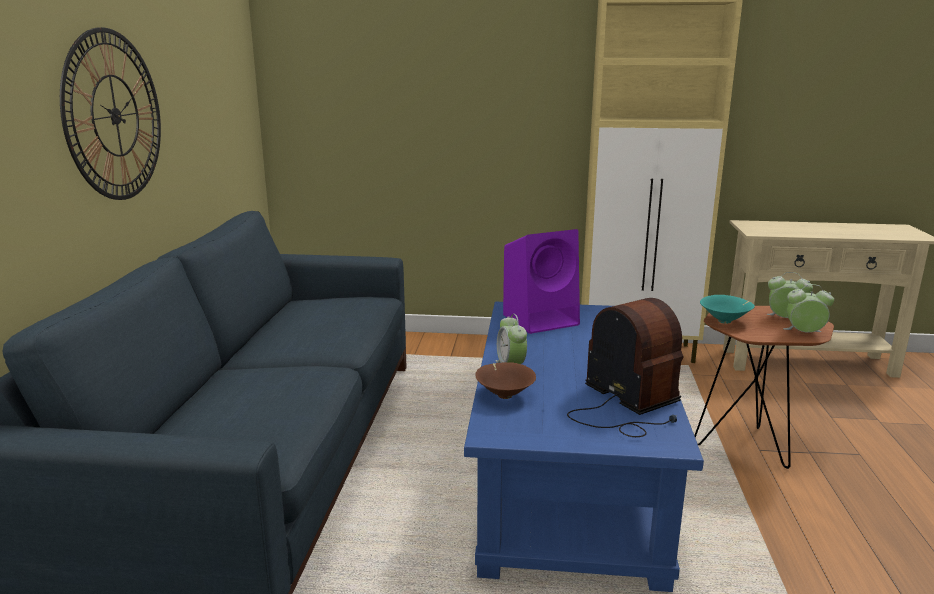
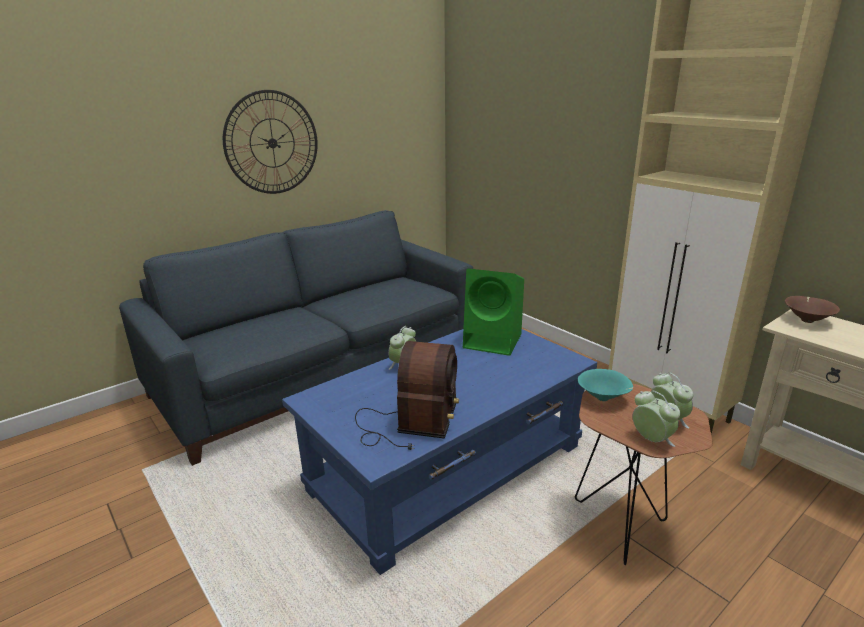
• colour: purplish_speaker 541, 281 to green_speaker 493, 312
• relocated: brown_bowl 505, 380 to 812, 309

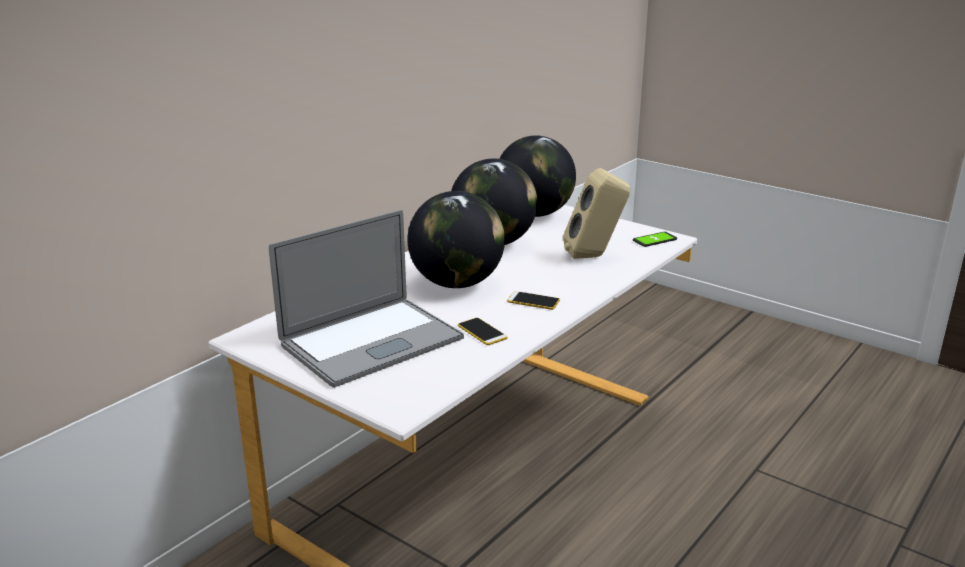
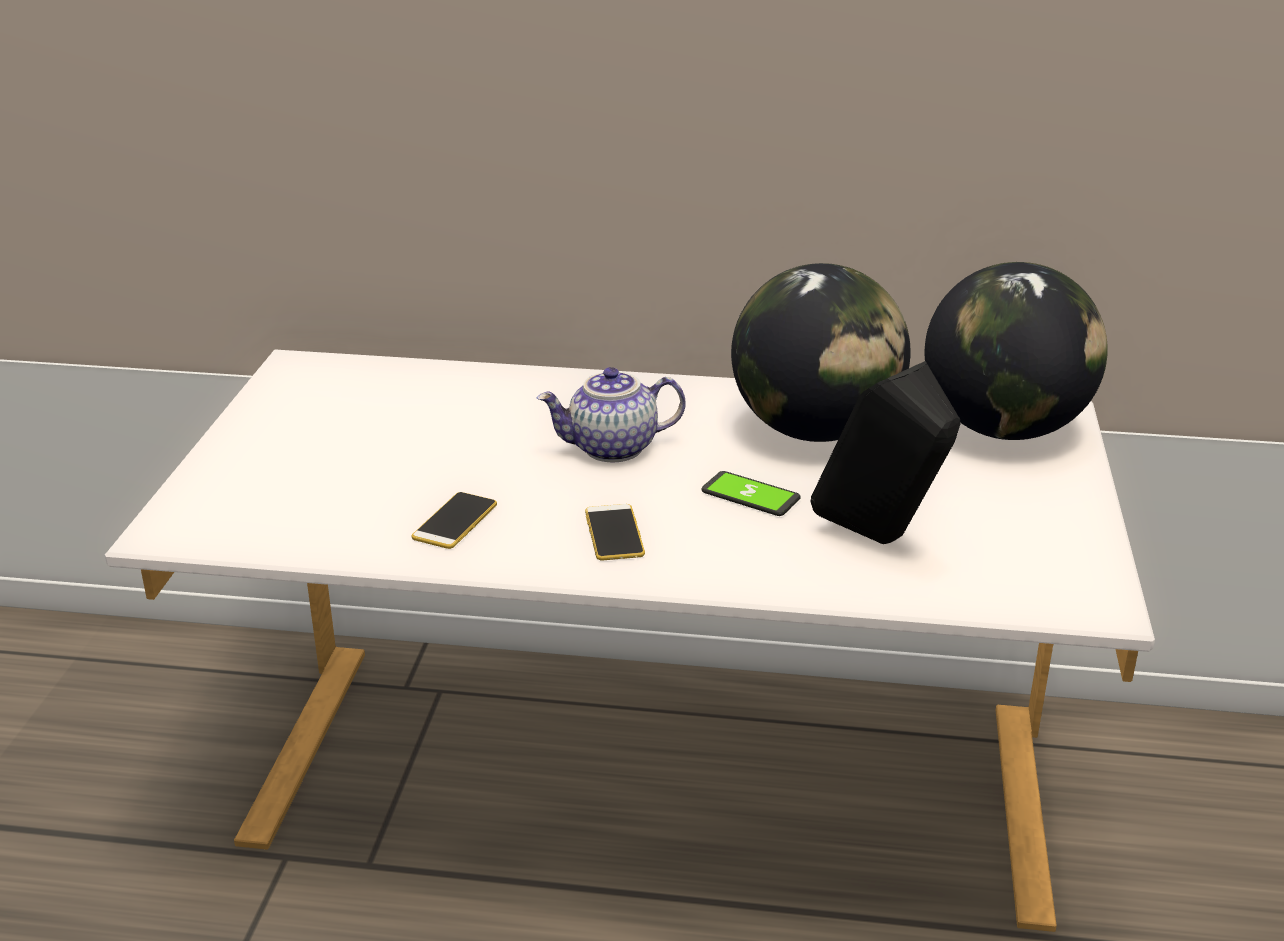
• exchanged: world_globe 456, 239 to tea_pot 611, 414
• relocated: telephone 655, 239 to 751, 493
• colour: beige_speaker 596, 213 to blackish_speaker 885, 452
• missing: notebook_computer 366, 299

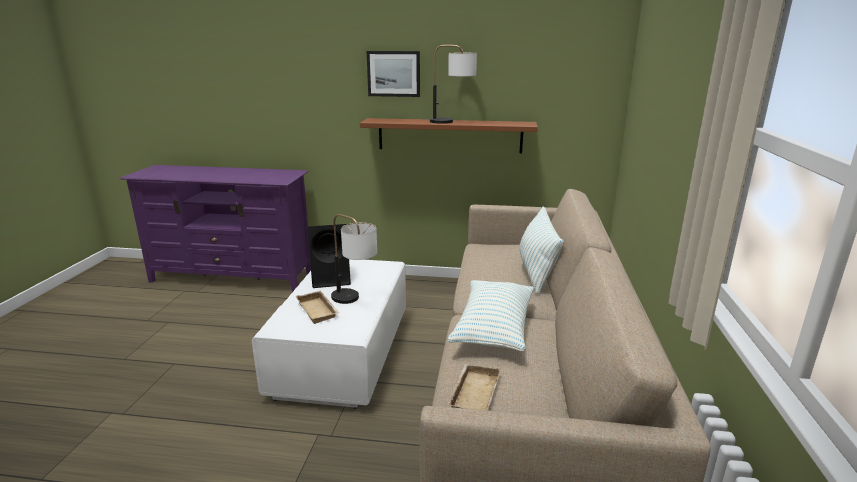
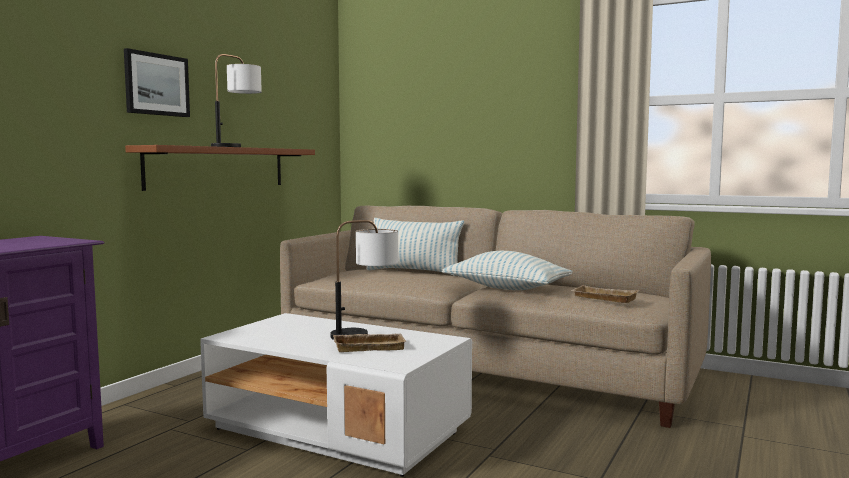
• missing: blackish_speaker 329, 256

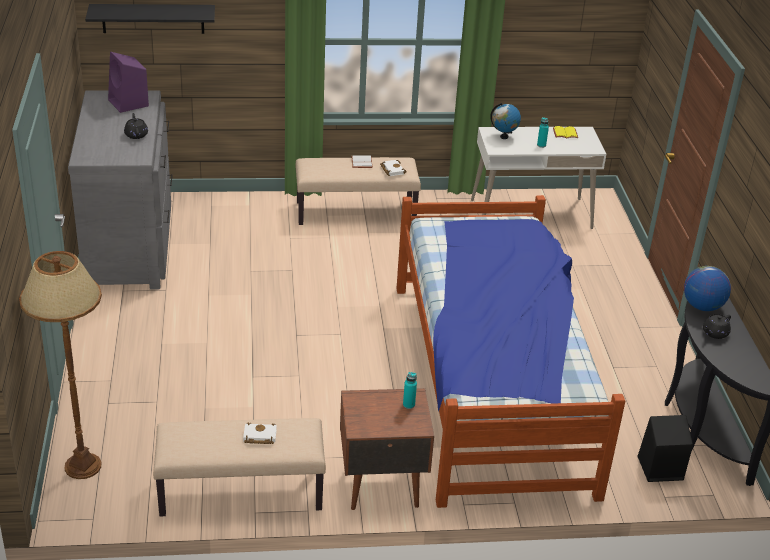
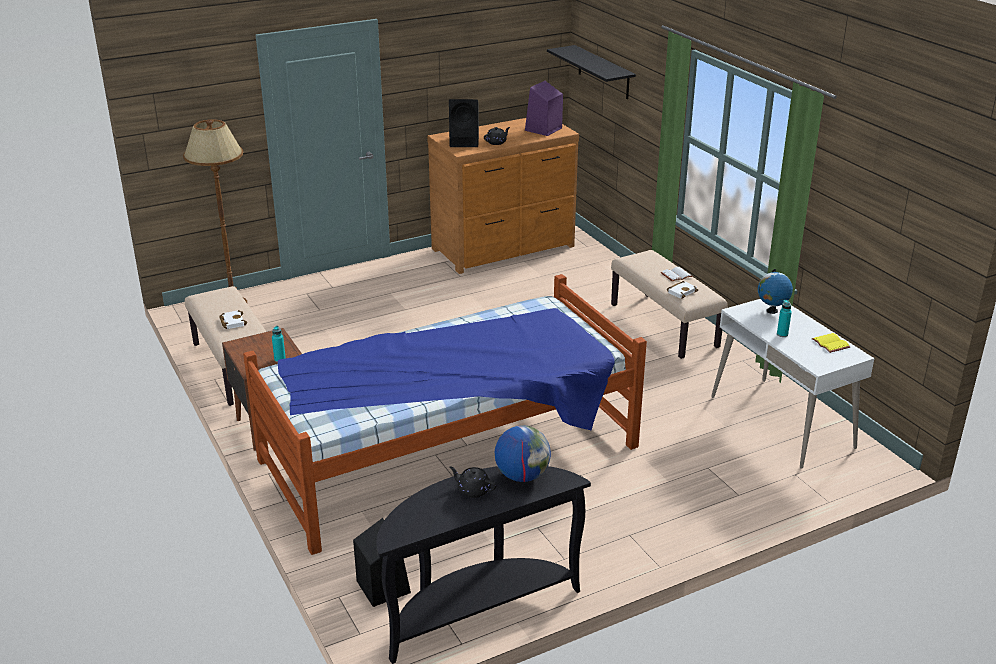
• colour: greyish_dresser 120, 190 to brown_dresser 503, 196
• appeared: blackish_speaker 464, 123

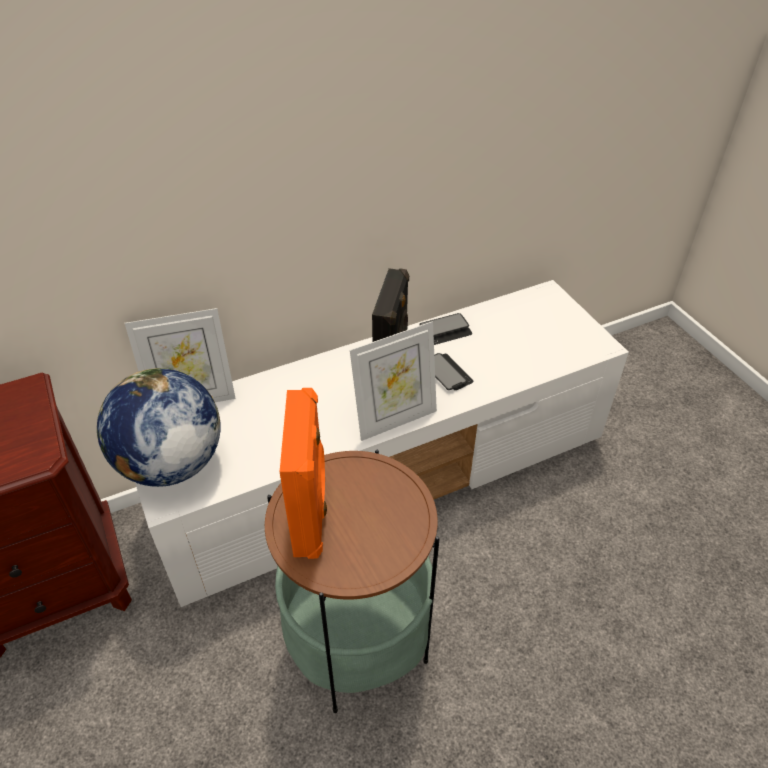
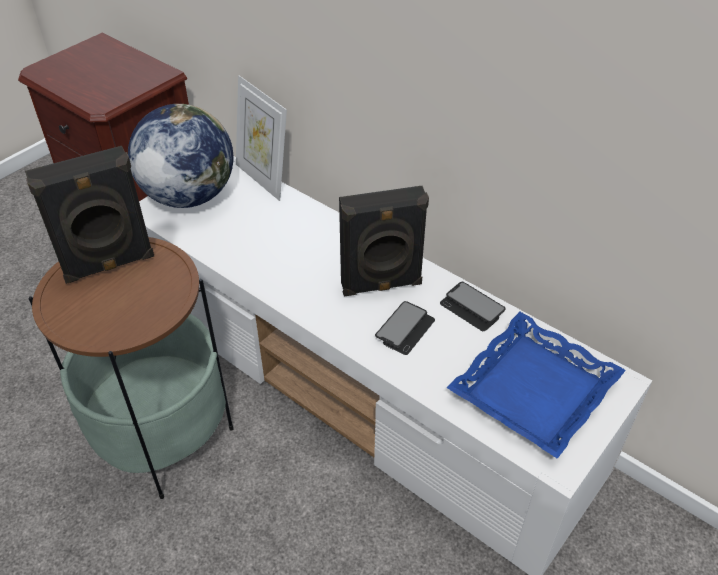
• colour: orange_speaker 303, 473 to blackish_speaker 89, 215
• appeared: blue-coloured_tray 536, 385
• missing: picture_frame 393, 381

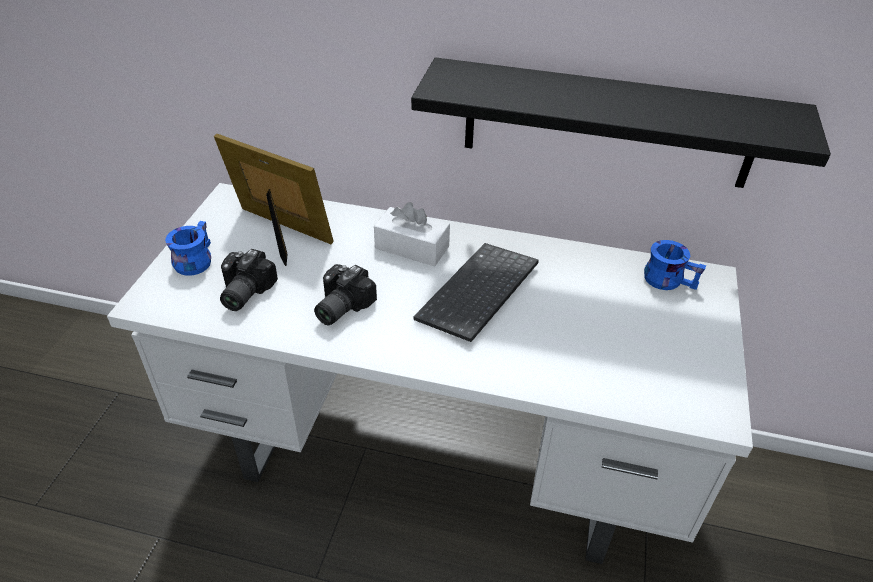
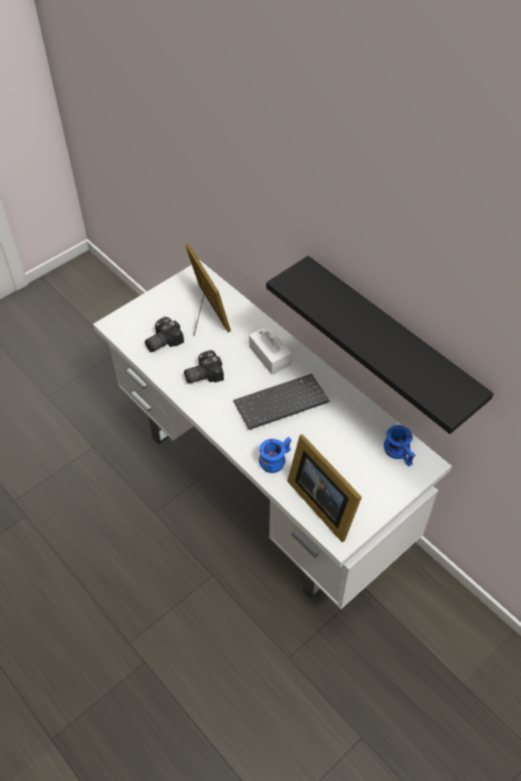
• relocated: blue-coloured_mug 188, 248 to 275, 455
• appeared: picture_frame 324, 488

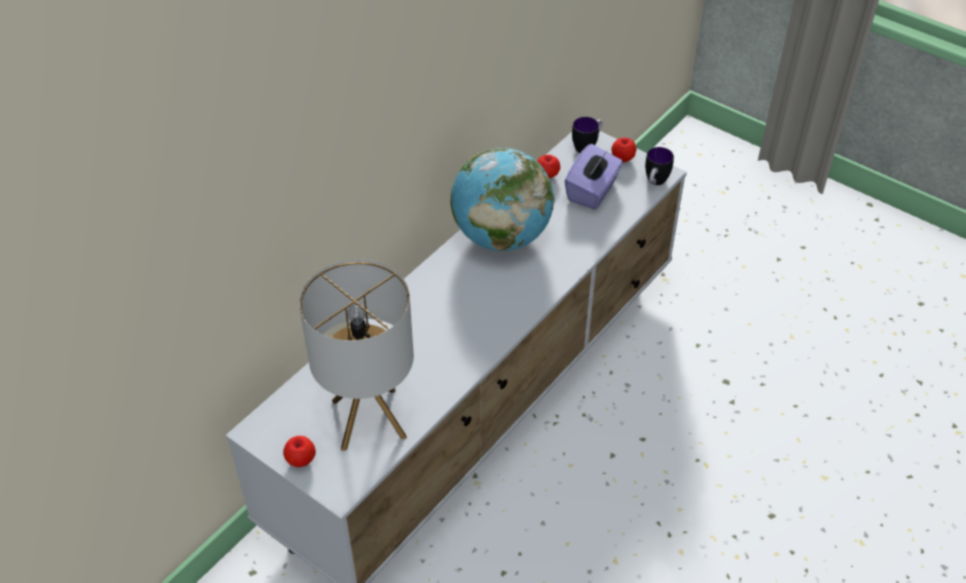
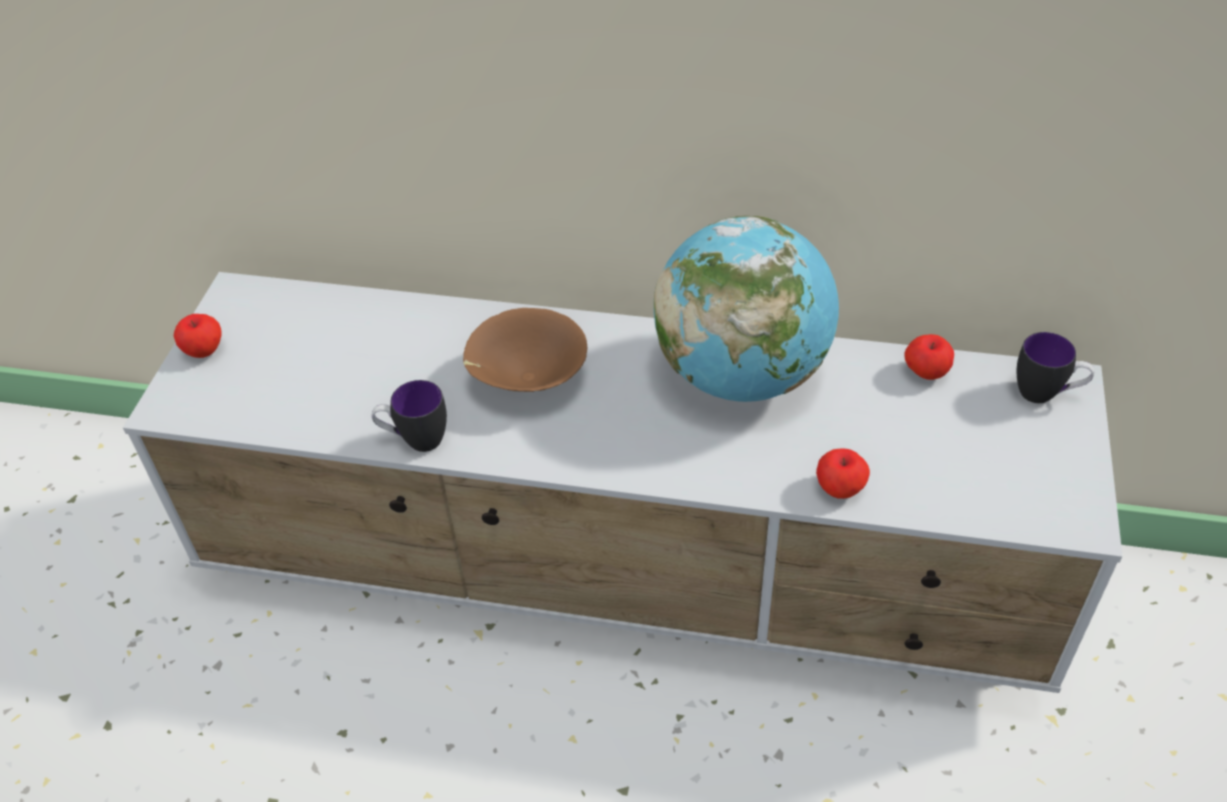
• relocated: mug 659, 166 to 409, 416
• appeared: brown_bowl 525, 350
• relocated: apple_fruit 624, 150 to 843, 473
• missing: table_lamp 356, 355
• missing: purplish_tissue_box 593, 177

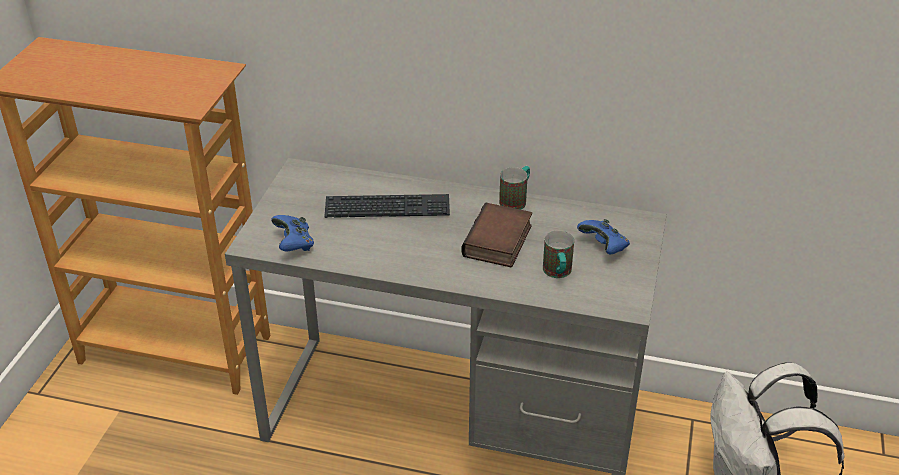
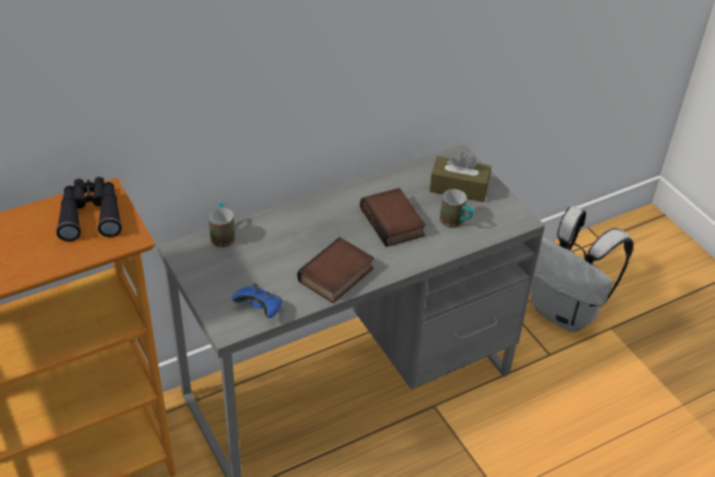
• appeared: blackish_binoculars 89, 209
• relocated: mug 514, 188 to 222, 225
• appeared: book 335, 270
• exchanged: blue-coloured_joypad 603, 236 to brown_tissue_box 460, 177
• missing: PC_keyboard 387, 206

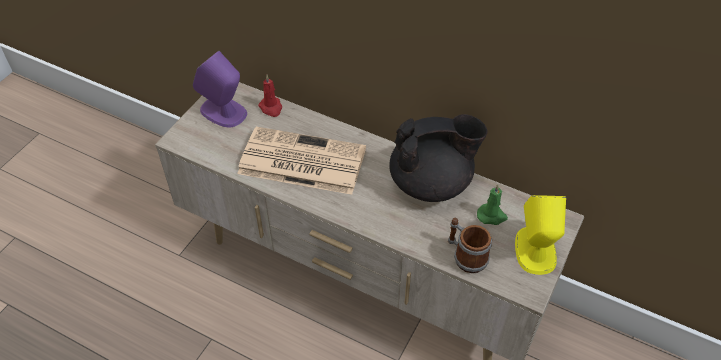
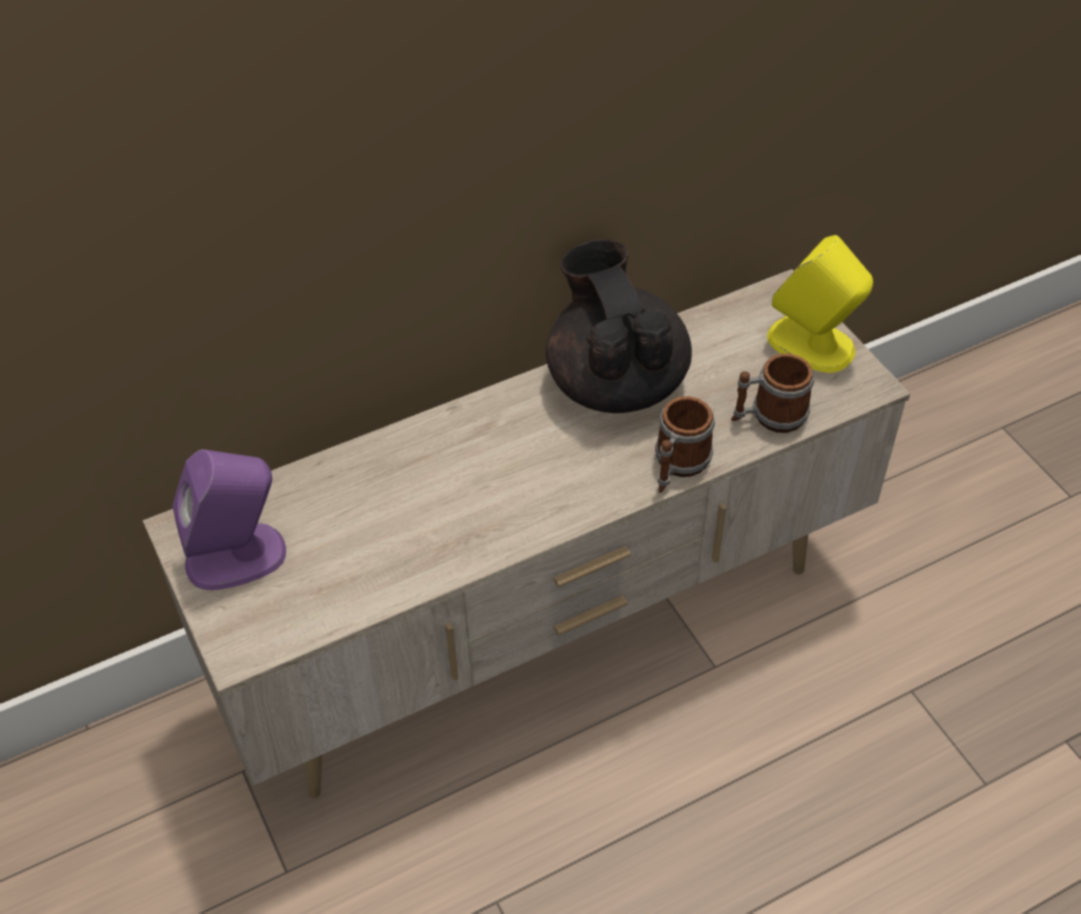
• spun: blackish_tea_pot 438, 158 = 619, 326 45 degrees counterclockwise
• appeared: mug 685, 444
• missing: newspaper 301, 161
• missing: red-coloured_wax_candle 270, 96
• missing: green_wax_candle 492, 204

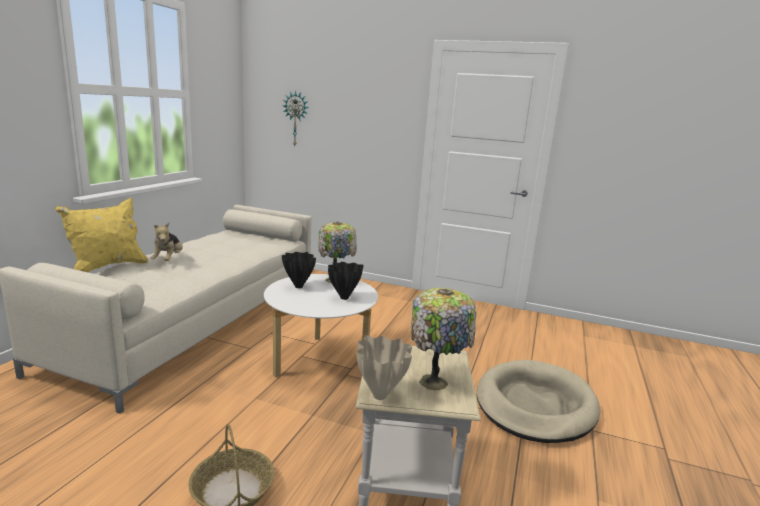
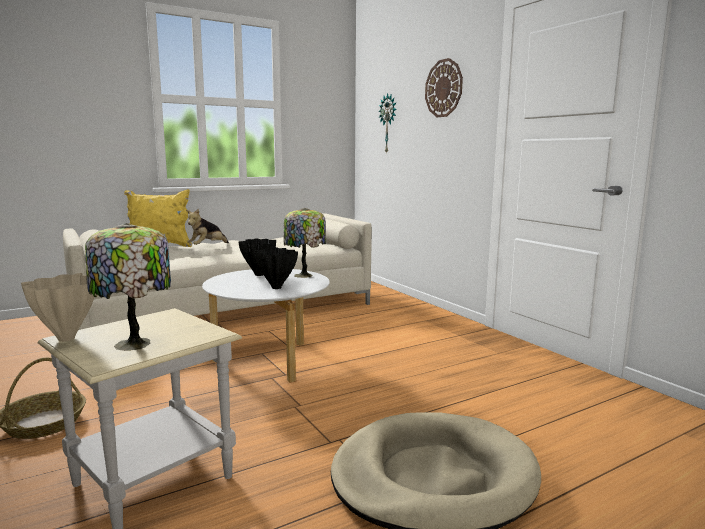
• appeared: wall_clock 444, 87

